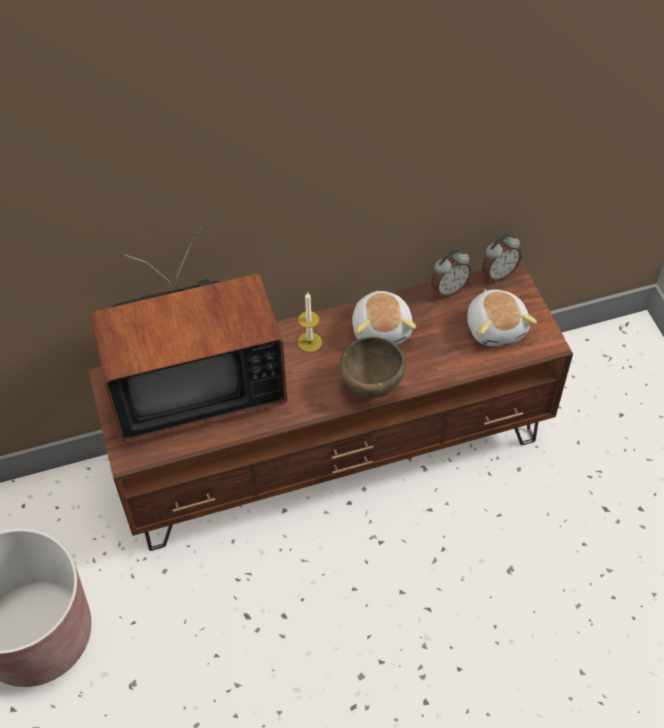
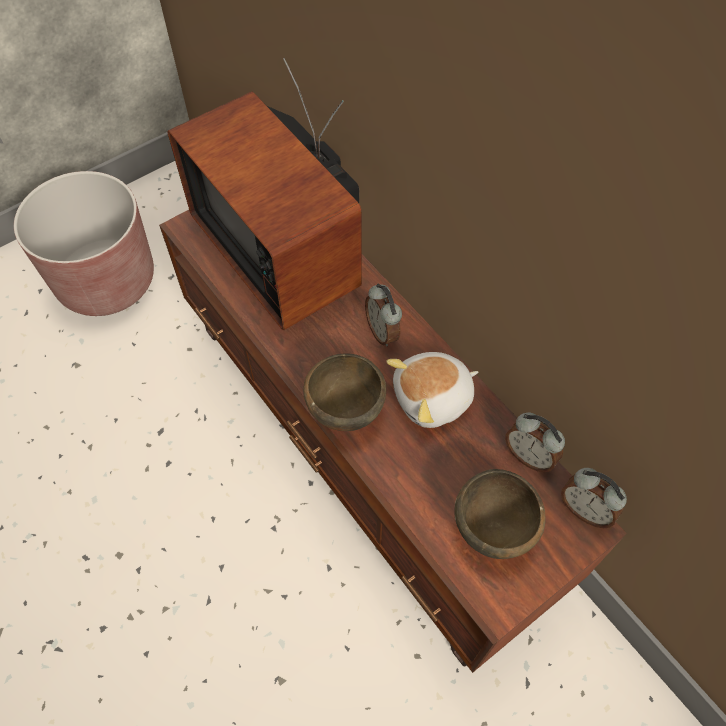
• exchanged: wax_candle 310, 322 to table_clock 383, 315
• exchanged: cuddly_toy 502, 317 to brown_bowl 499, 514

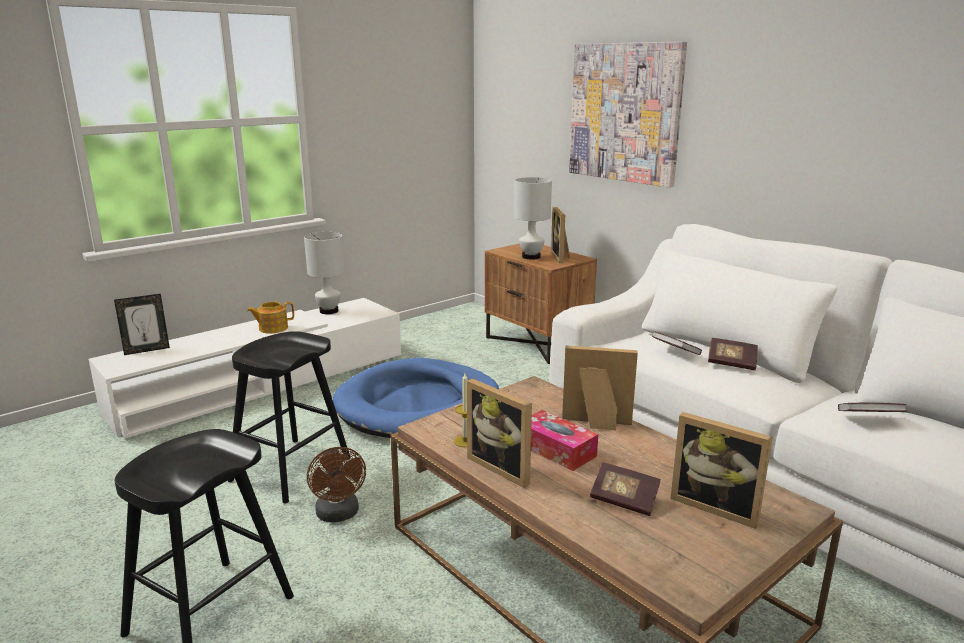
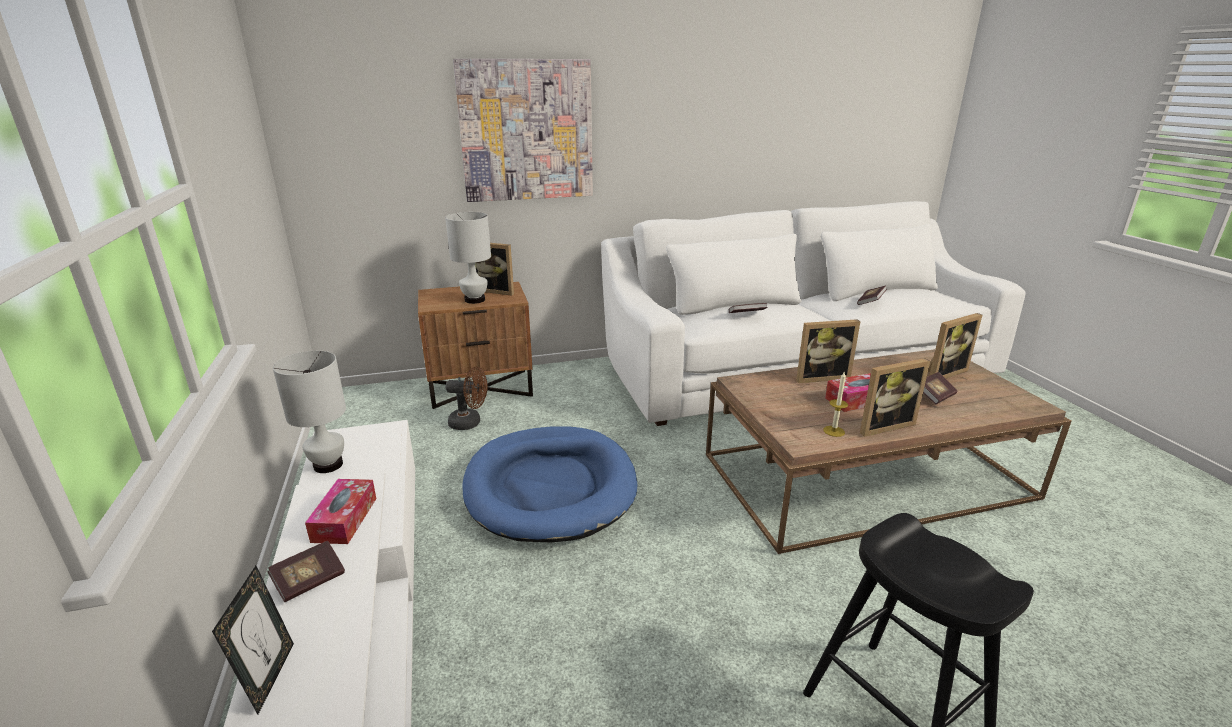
• relocated: book 733, 354 to 306, 571
• exchanged: tea_pot 270, 318 to tissue_box 340, 511
• relocated: brown_electric_fan 336, 485 to 466, 398
• spun: picture_frame 600, 387 = 828, 351 135 degrees counterclockwise
• missing: blackish_sitting_stool 289, 417

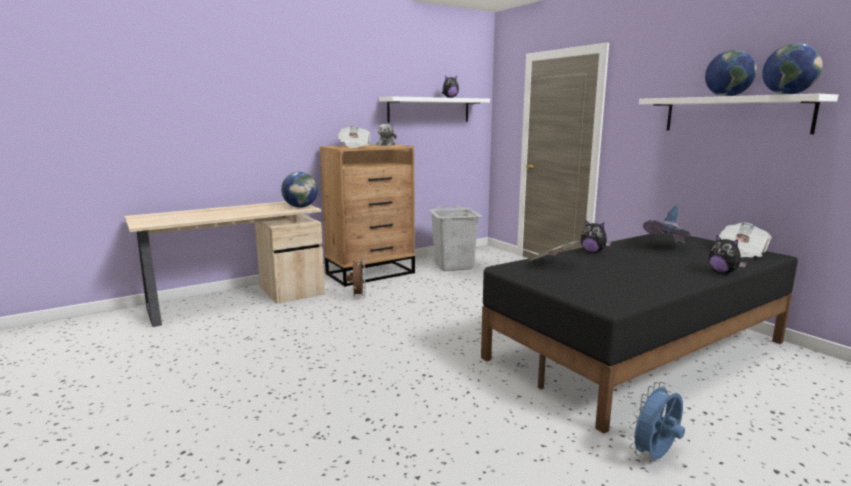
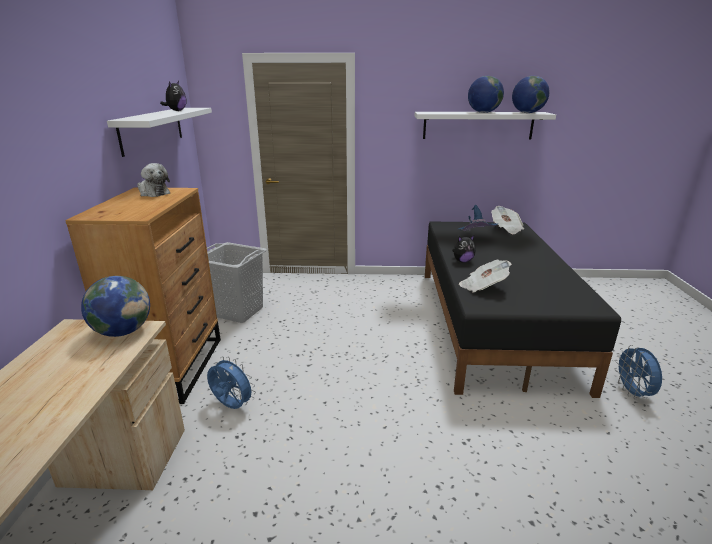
• colour: brown_electric_fan 356, 277 to blue-coloured_electric_fan 231, 382
• missing: newspaper 354, 137
• missing: cuddly_toy 727, 254

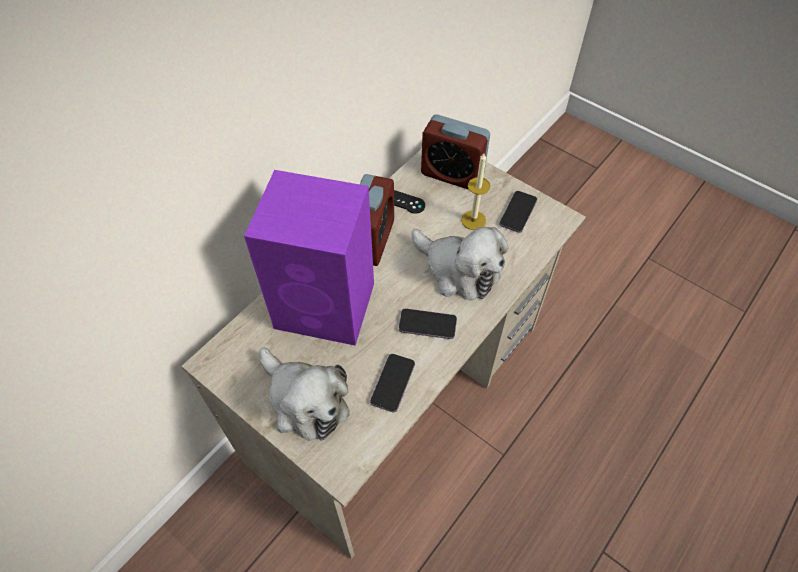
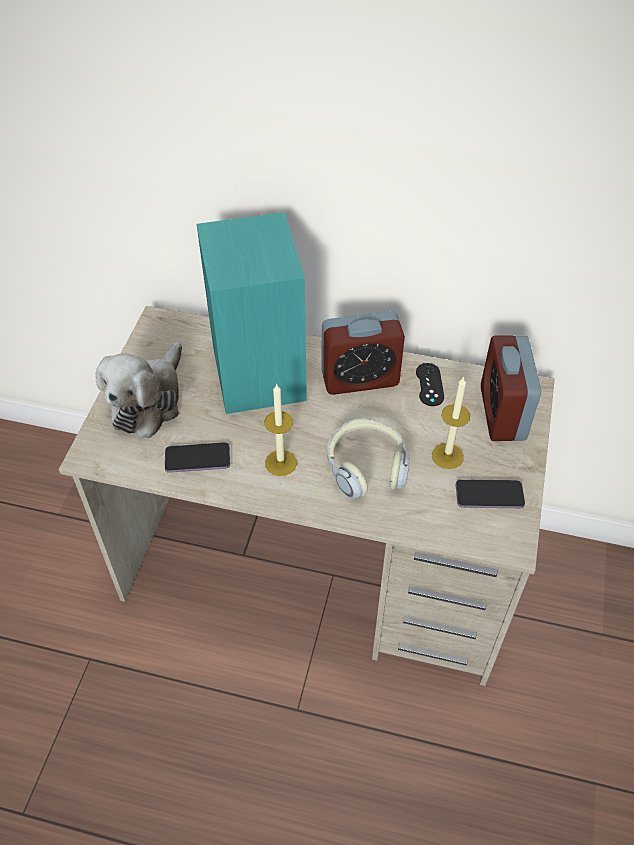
• colour: purplish_speaker 309, 258 to turquoise_speaker 252, 313
• exchanged: telephone 428, 323 to wax_candle 280, 429
• exchanged: cuddly_toy 459, 263 to pair_of_headphones 368, 458

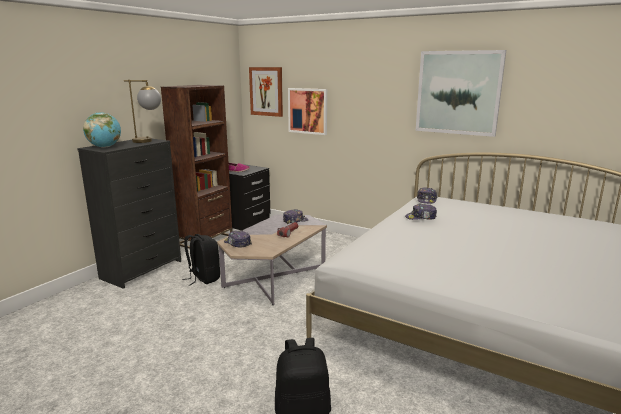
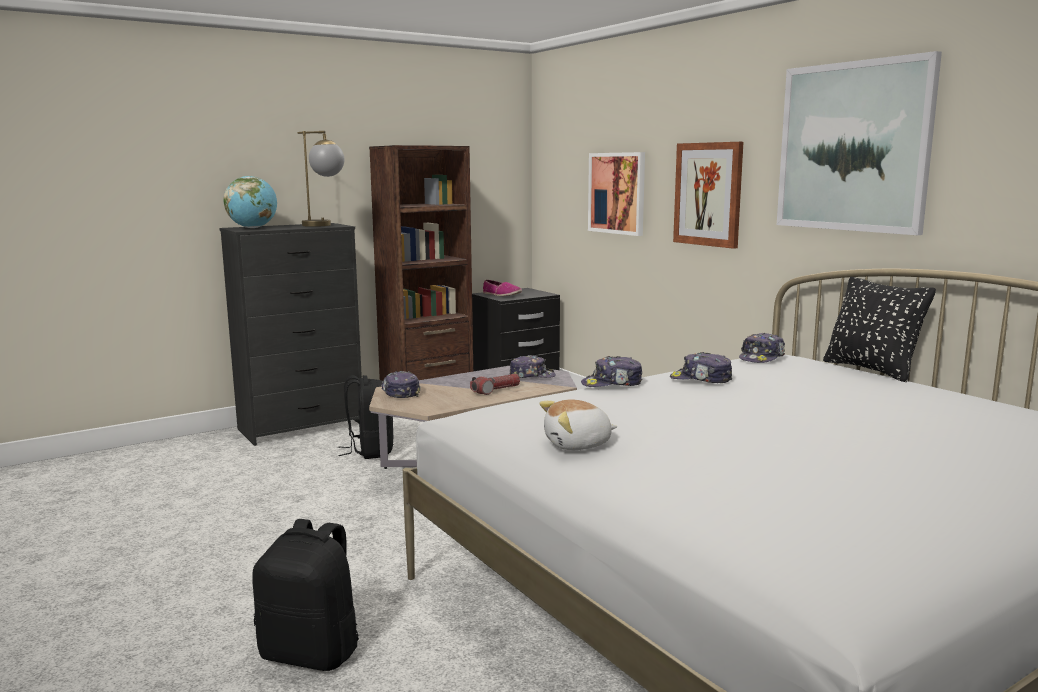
• appeared: cuddly_toy 578, 425
• appeared: peaked_cap 611, 371
• relocated: wall_picture 266, 92 to 708, 195
• appeared: blackish_pillow 879, 329

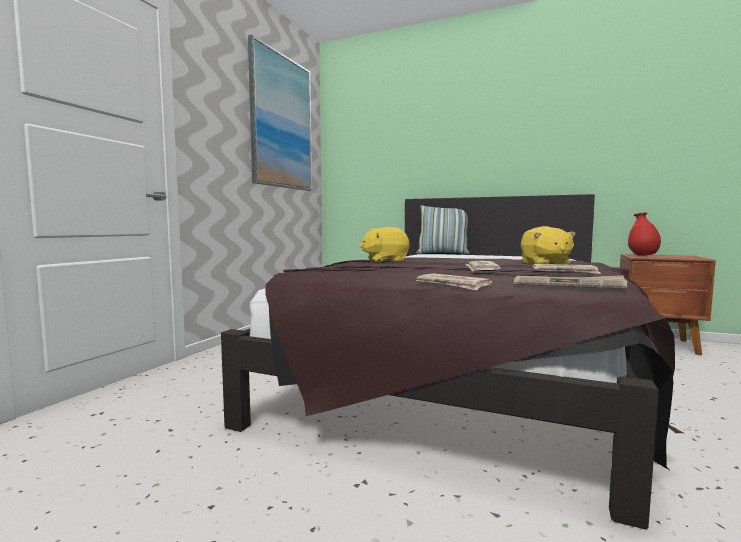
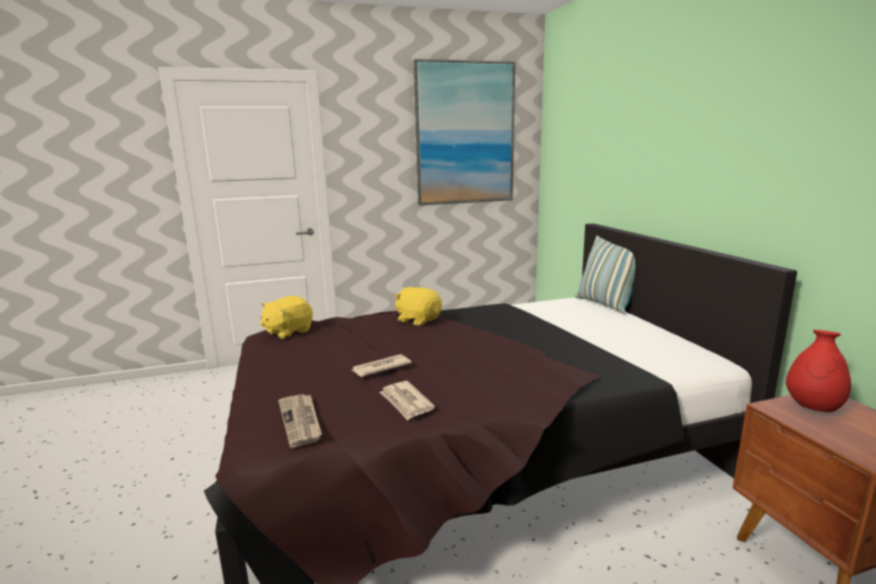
• relocated: yellow_cuddly_toy 548, 245 to 287, 317
• missing: newspaper 454, 281

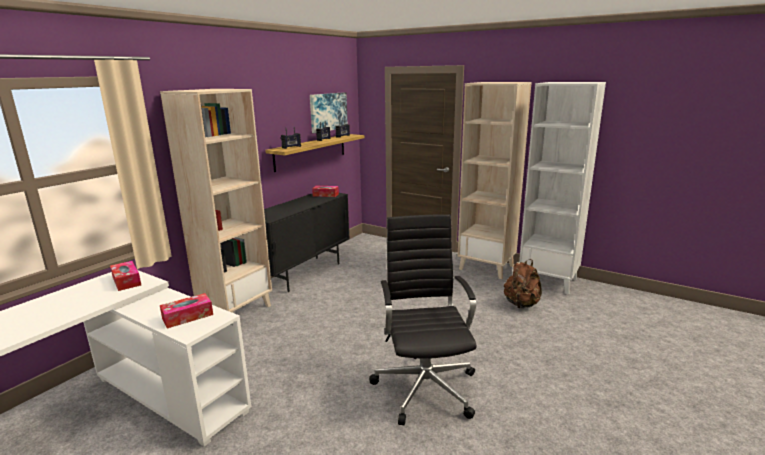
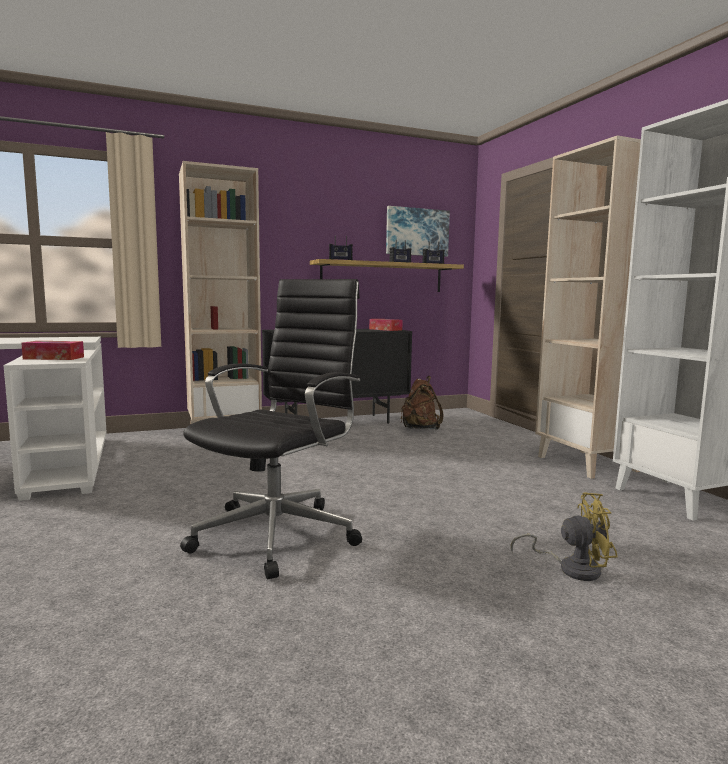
• relocated: brown_rucksack 523, 284 to 422, 403
• appeared: yellow_electric_fan 564, 536
• missing: tissue_box 125, 276

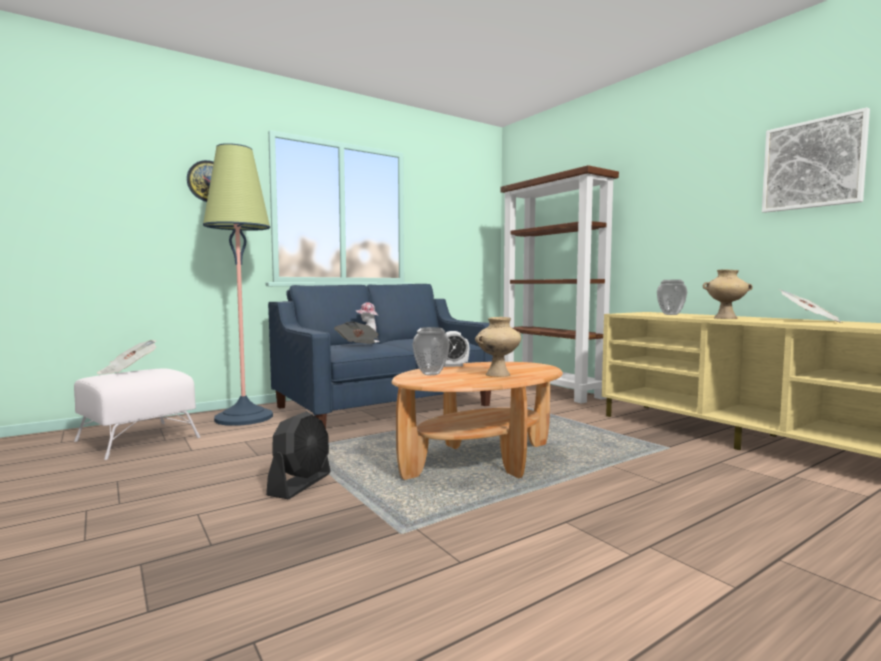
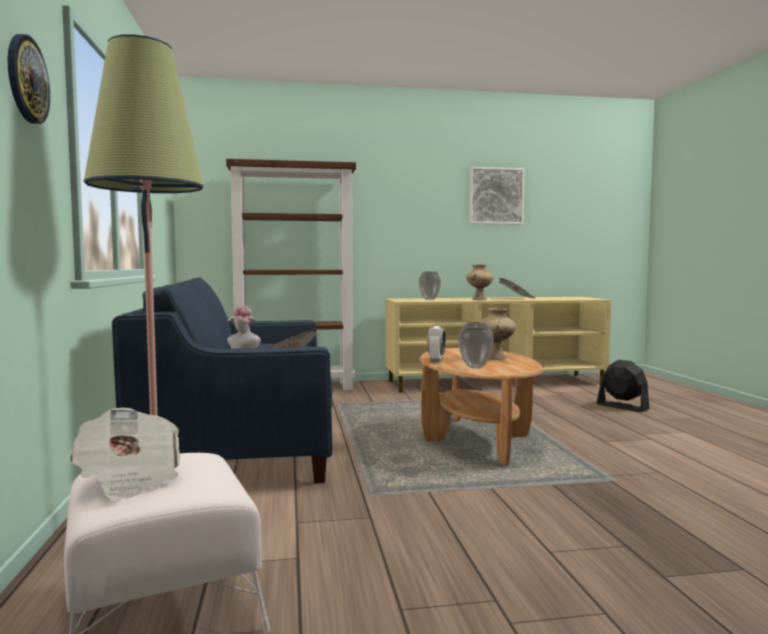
• relocated: blackish_electric_fan 298, 455 to 623, 386

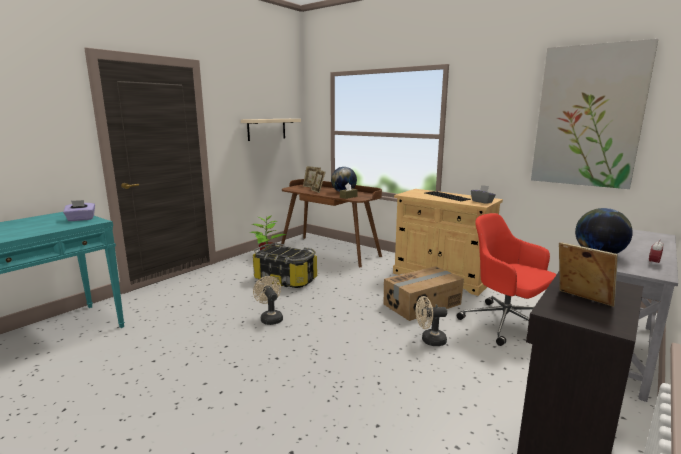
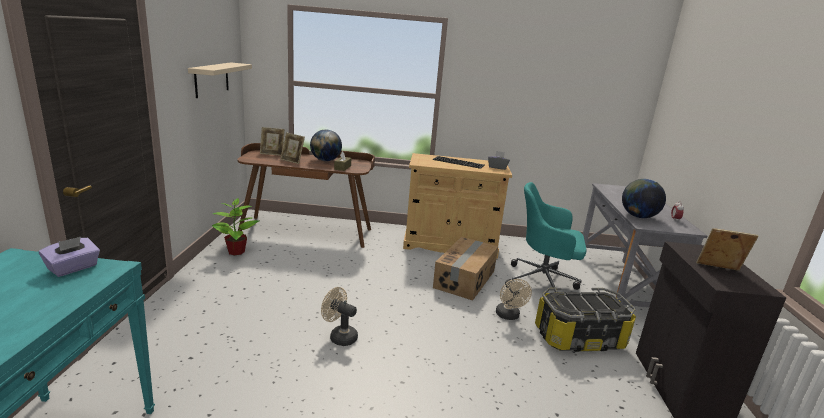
• spun: beige_electric_fan 431, 321 = 514, 299 60 degrees counterclockwise
• colour: red-coloured_office_chair 506, 279 to turquoise_office_chair 549, 237
• relocated: storage_bin 285, 265 to 585, 320
• missing: wall_picture 594, 114

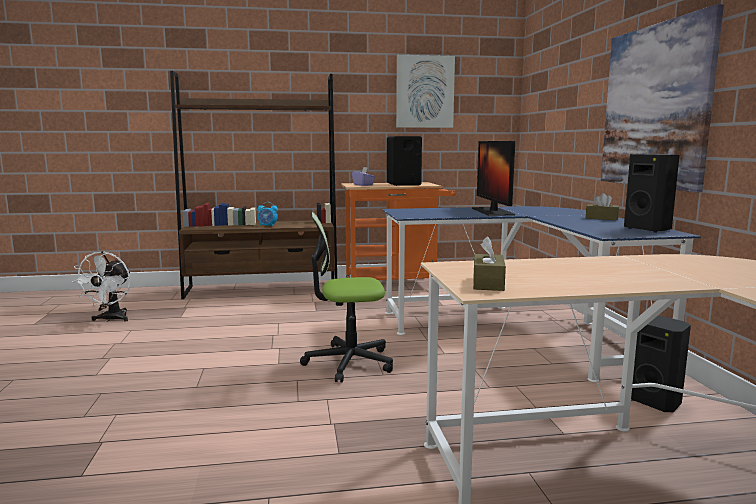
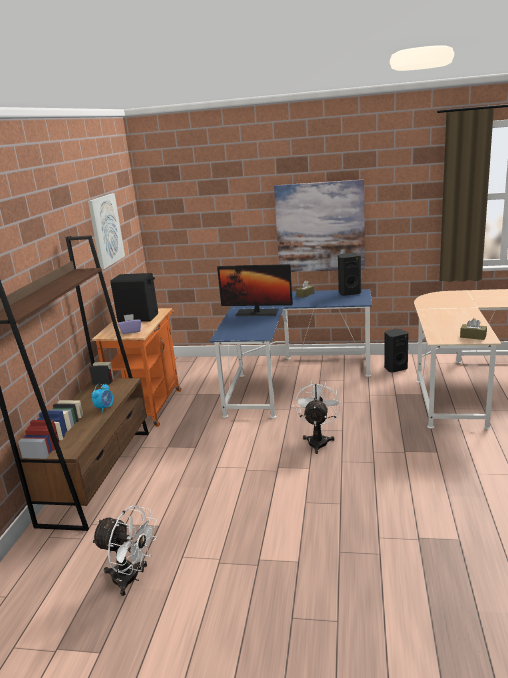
• exchanged: office_chair 346, 297 to white_electric_fan 318, 417

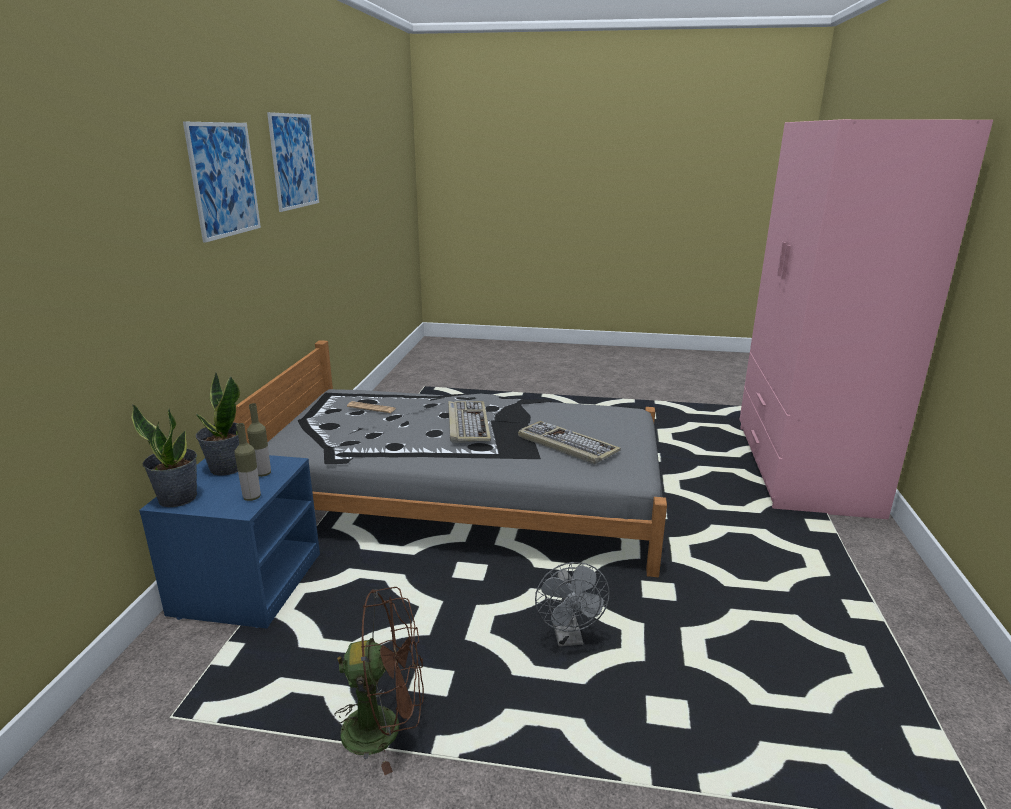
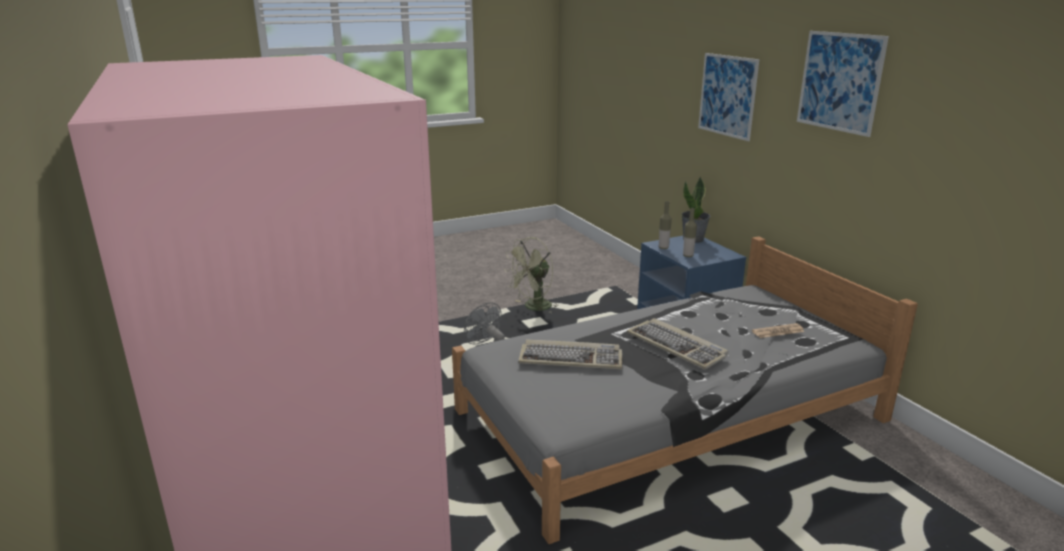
• colour: brown_electric_fan 379, 681 to green_electric_fan 531, 275
• relocated: wall_picture 293, 162 to 728, 97
• missing: houseplant 218, 423

